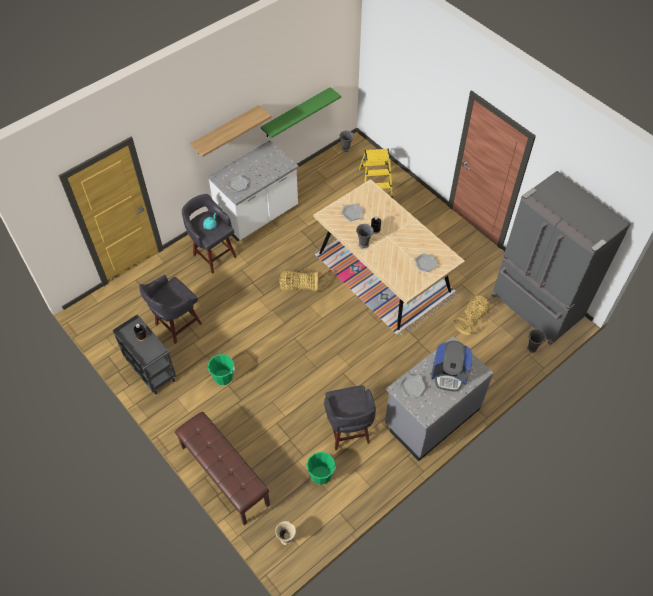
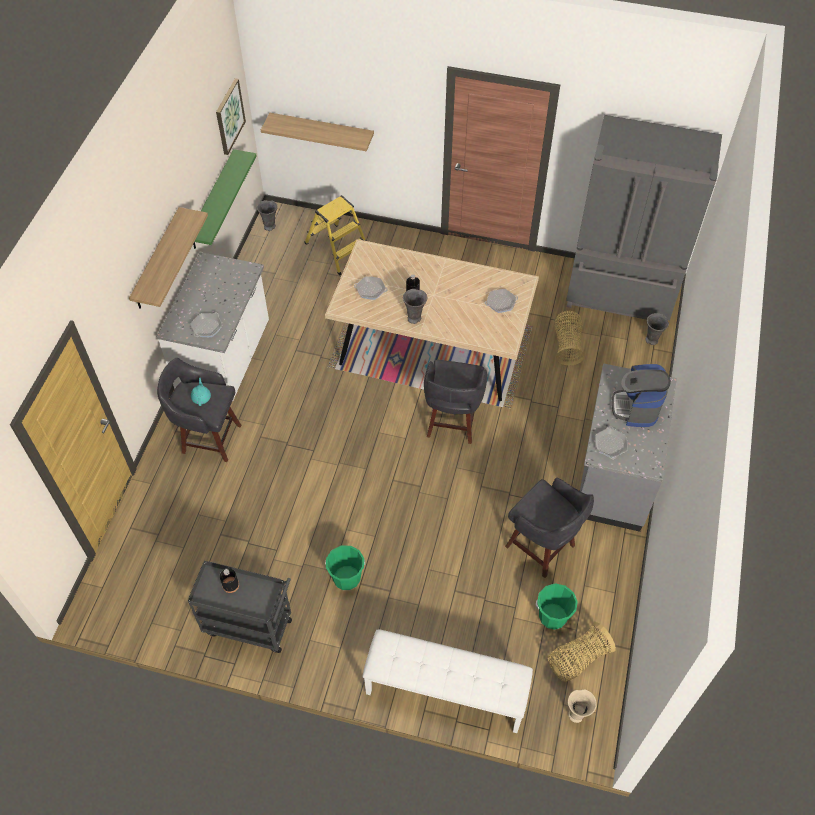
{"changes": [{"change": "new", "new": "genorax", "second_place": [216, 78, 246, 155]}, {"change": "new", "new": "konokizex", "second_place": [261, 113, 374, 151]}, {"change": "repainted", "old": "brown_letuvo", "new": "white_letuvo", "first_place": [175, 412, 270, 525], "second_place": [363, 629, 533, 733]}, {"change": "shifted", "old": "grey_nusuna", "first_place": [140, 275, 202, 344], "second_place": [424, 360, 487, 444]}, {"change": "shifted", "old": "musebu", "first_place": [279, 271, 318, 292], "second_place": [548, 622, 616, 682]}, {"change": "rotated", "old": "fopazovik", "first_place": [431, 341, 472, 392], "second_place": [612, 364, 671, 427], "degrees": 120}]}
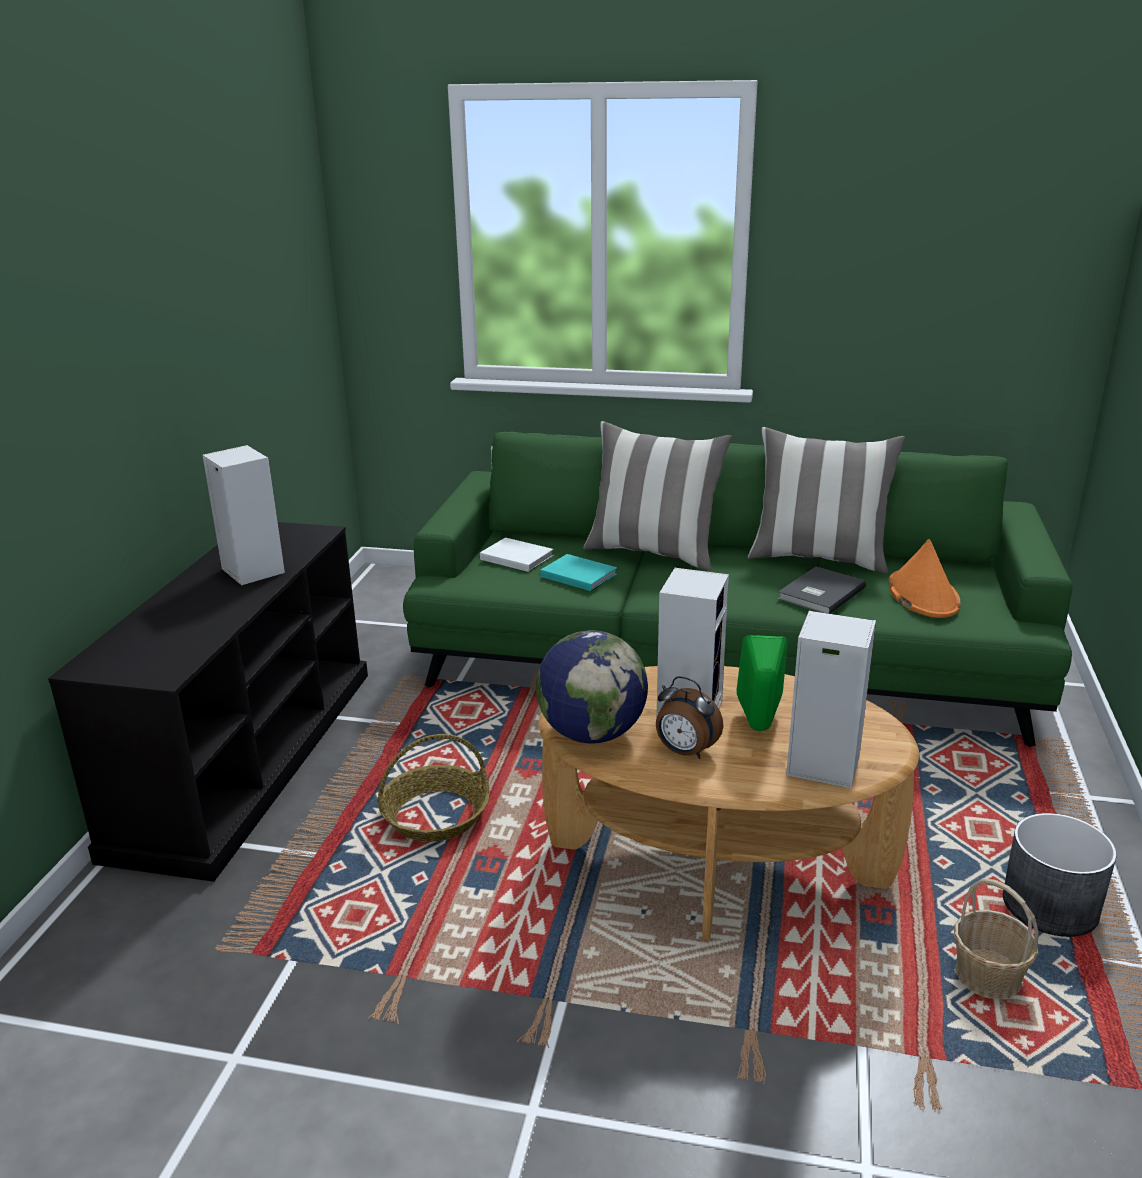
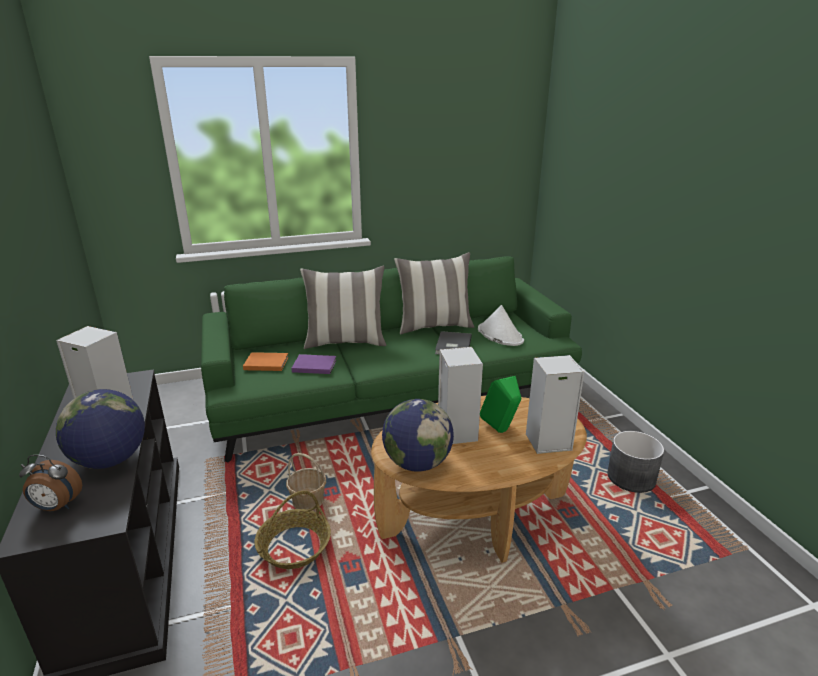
{"changes": [{"change": "shifted", "old": "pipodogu", "first_place": [656, 676, 723, 759], "second_place": [19, 455, 82, 511]}, {"change": "new", "new": "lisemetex", "second_place": [56, 389, 145, 469]}, {"change": "repainted", "old": "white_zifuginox", "new": "orange_zifuginox", "first_place": [480, 538, 554, 572], "second_place": [243, 352, 289, 371]}, {"change": "shifted", "old": "musebu", "first_place": [954, 879, 1039, 1000], "second_place": [286, 453, 326, 509]}, {"change": "repainted", "old": "turquoise_zifuginox", "new": "purple_zifuginox", "first_place": [540, 554, 617, 591], "second_place": [291, 354, 336, 374]}, {"change": "repainted", "old": "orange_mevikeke", "new": "white_mevikeke", "first_place": [889, 539, 960, 618], "second_place": [478, 305, 524, 346]}]}
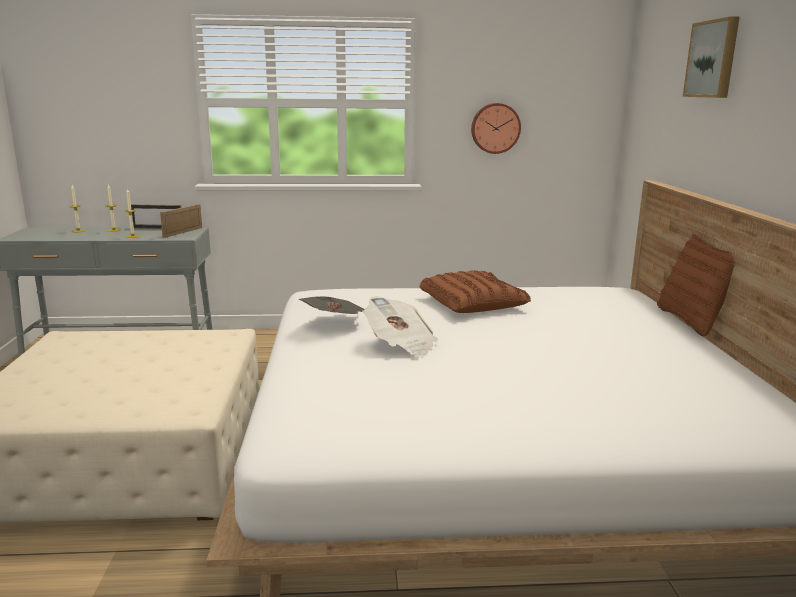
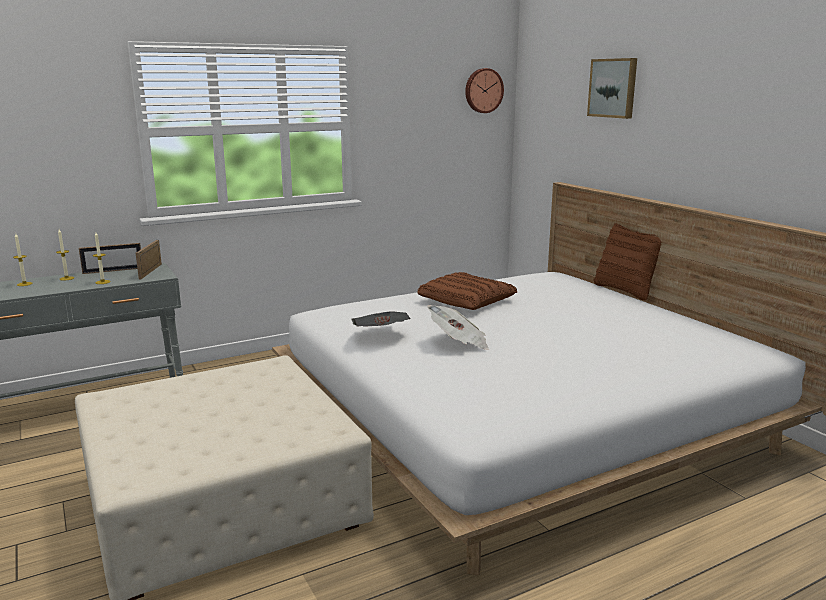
{"changes": [{"change": "shifted", "old": "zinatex", "first_place": [471, 103, 521, 154], "second_place": [465, 68, 504, 113]}]}
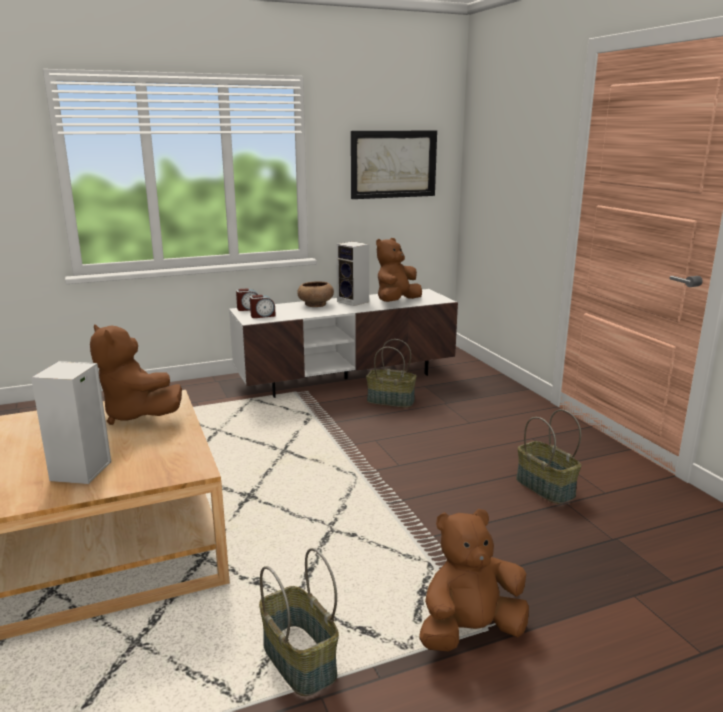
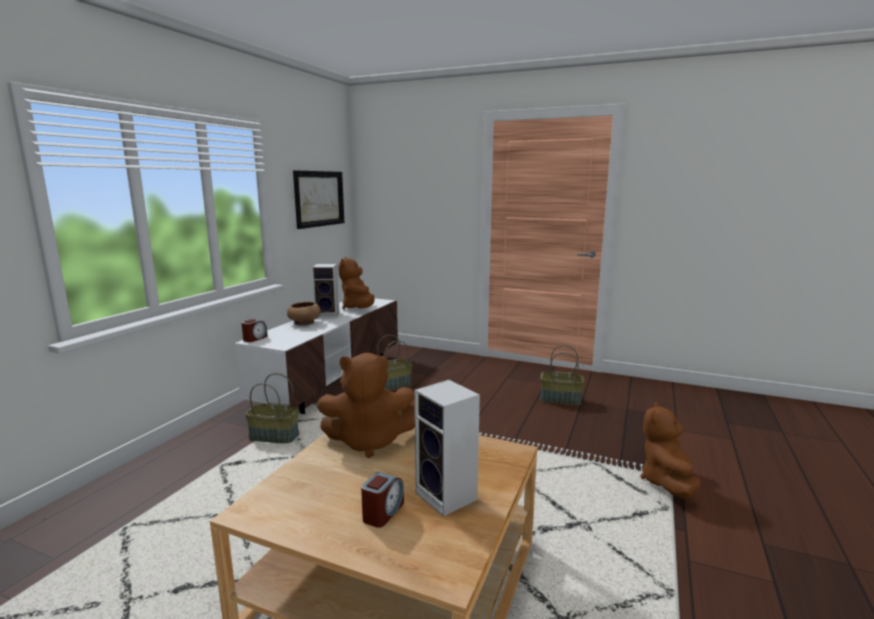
{"changes": [{"change": "shifted", "old": "musebu", "first_place": [259, 548, 339, 696], "second_place": [245, 373, 299, 444]}, {"change": "shifted", "old": "pipodogu", "first_place": [250, 295, 276, 318], "second_place": [361, 472, 404, 528]}]}
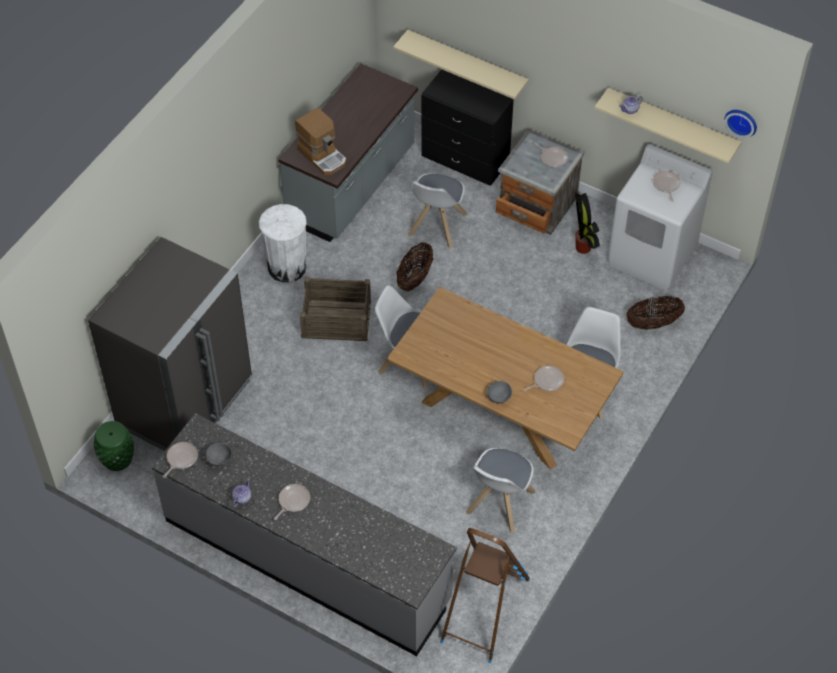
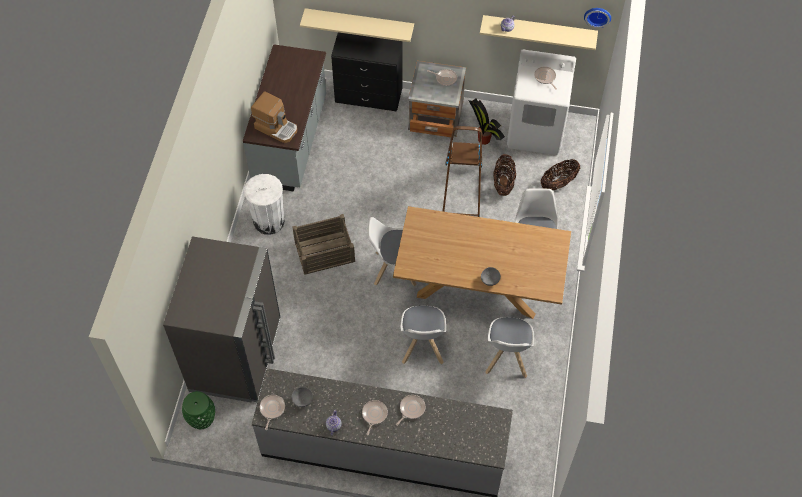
{"changes": [{"change": "shifted", "old": "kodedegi", "first_place": [524, 366, 564, 391], "second_place": [396, 395, 425, 426]}, {"change": "shifted", "old": "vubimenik", "first_place": [408, 173, 468, 248], "second_place": [400, 306, 446, 364]}, {"change": "shifted", "old": "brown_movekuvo", "first_place": [440, 528, 530, 663], "second_place": [443, 126, 482, 217]}, {"change": "shifted", "old": "musebu", "first_place": [397, 242, 433, 291], "second_place": [493, 154, 516, 196]}]}
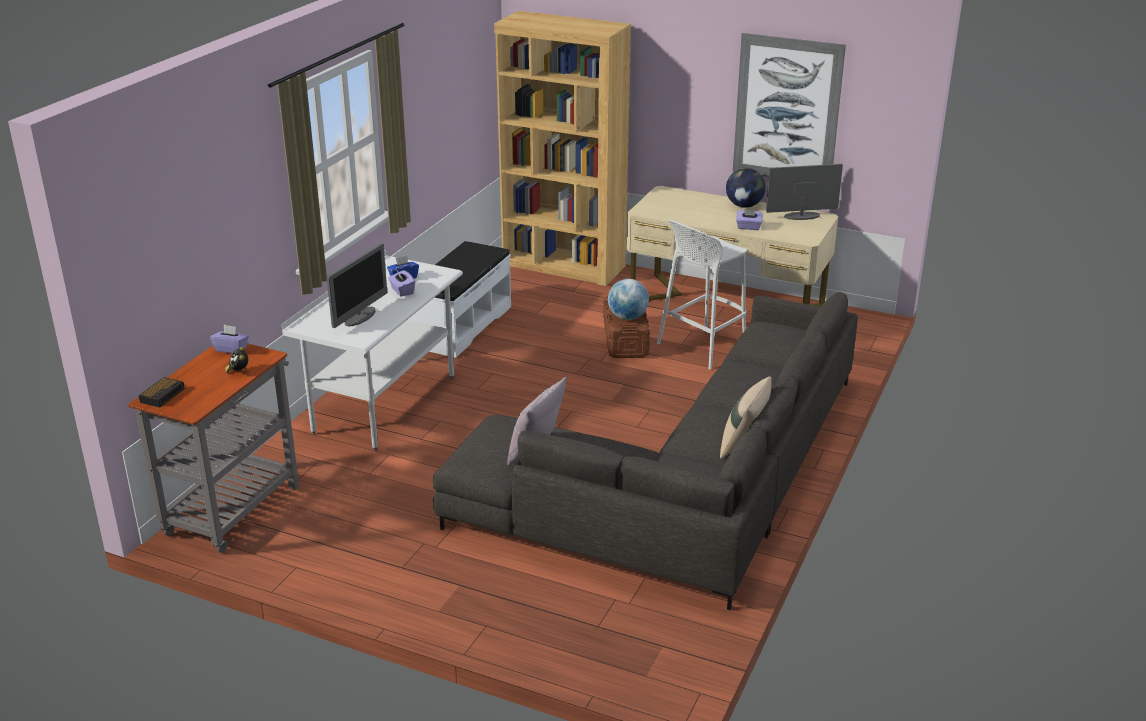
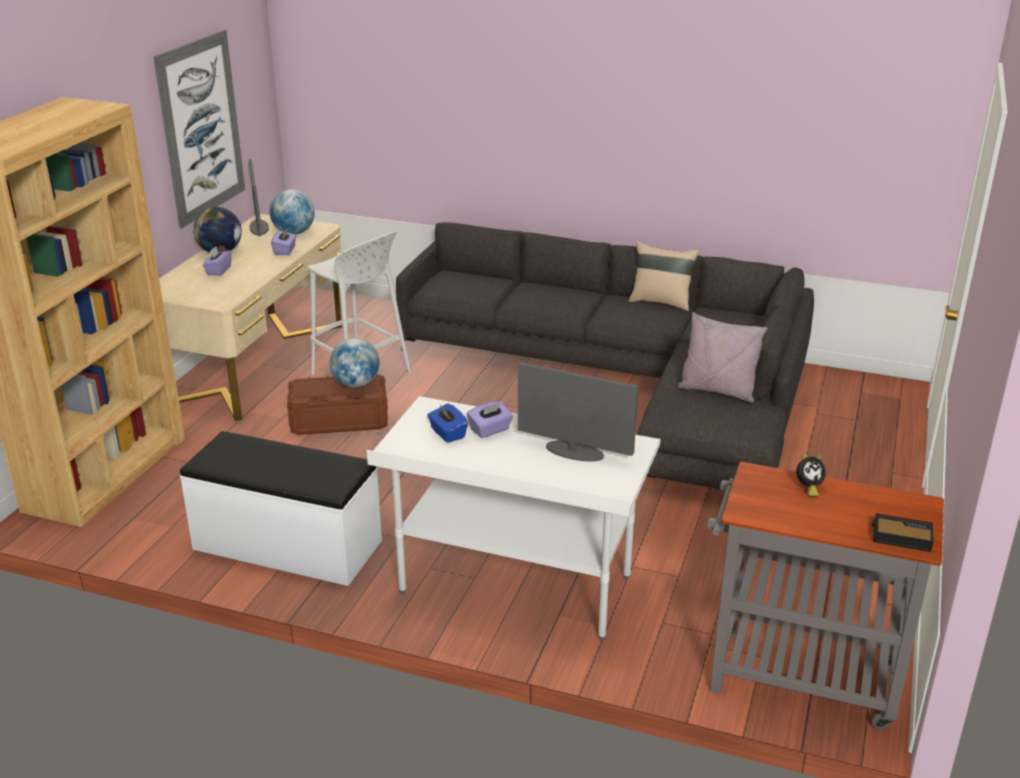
{"changes": [{"change": "shifted", "old": "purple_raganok", "first_place": [210, 325, 249, 354], "second_place": [203, 246, 232, 276]}, {"change": "new", "new": "lisemetex", "second_place": [270, 189, 315, 234]}]}
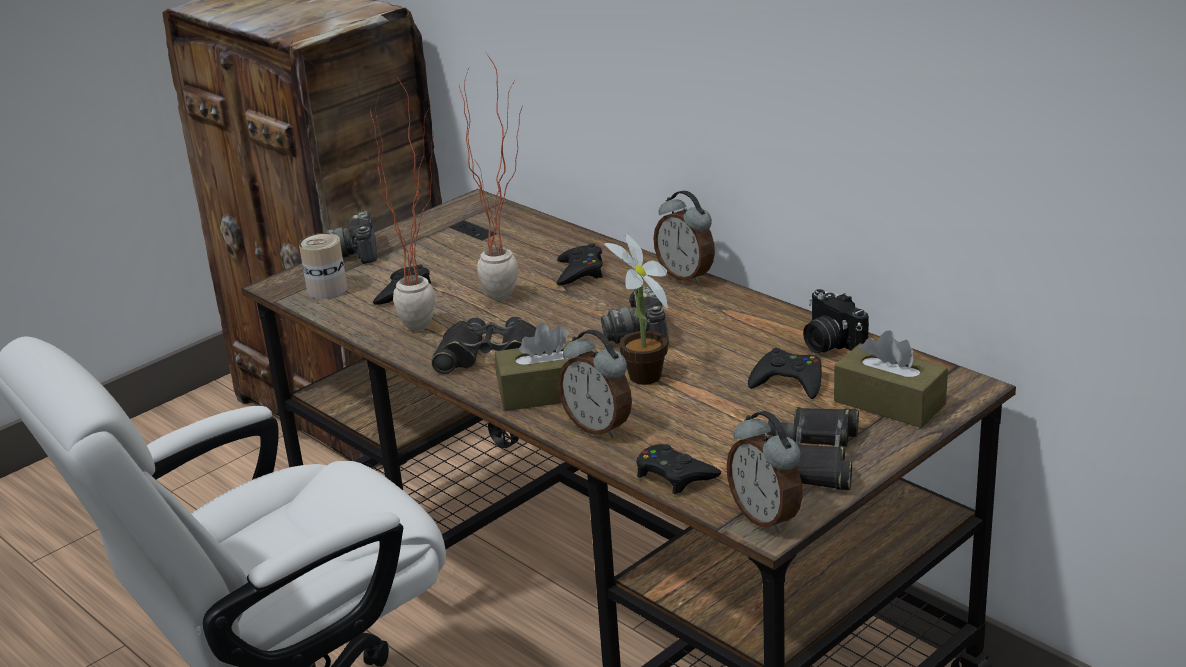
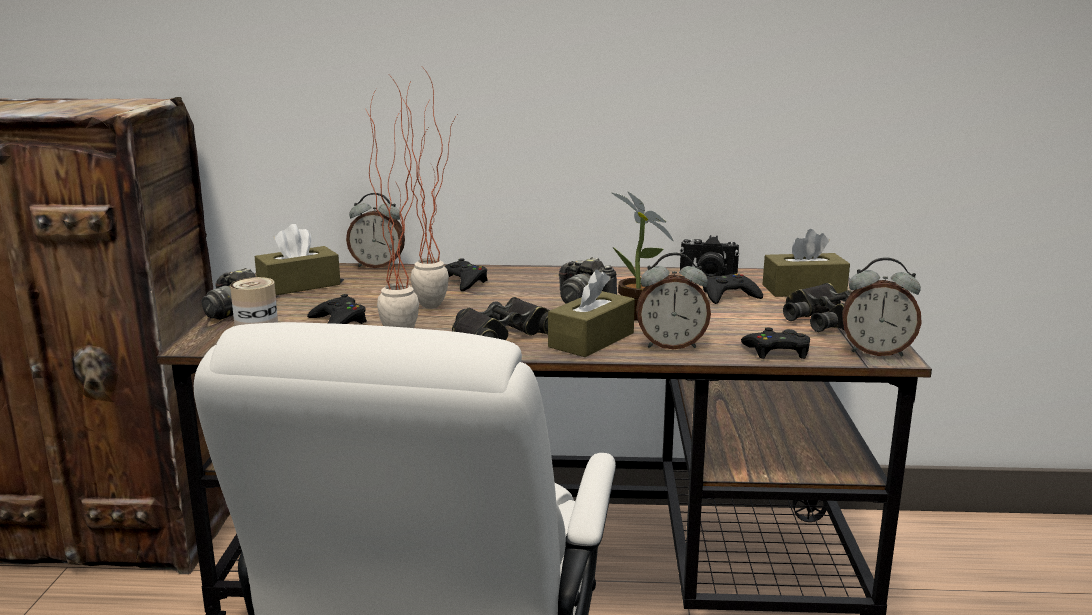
{"changes": [{"change": "new", "new": "brown_raganok", "second_place": [255, 224, 341, 295]}, {"change": "shifted", "old": "pipodogu", "first_place": [653, 191, 715, 284], "second_place": [346, 193, 405, 268]}]}
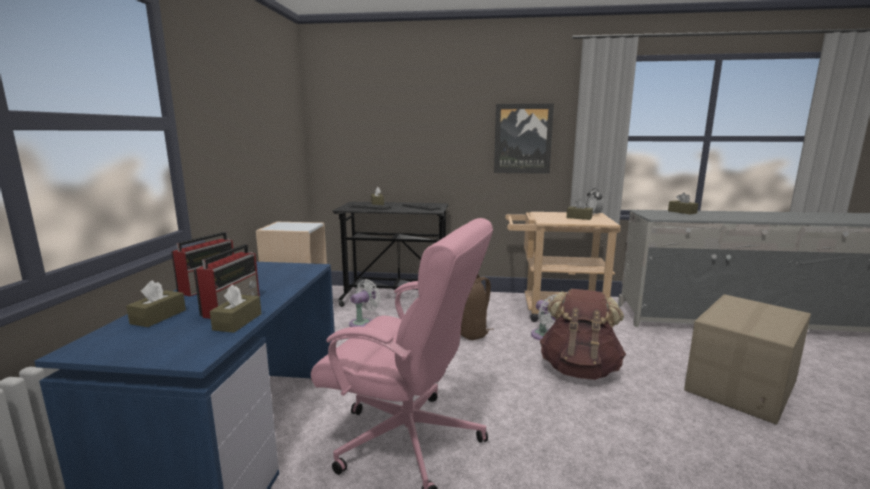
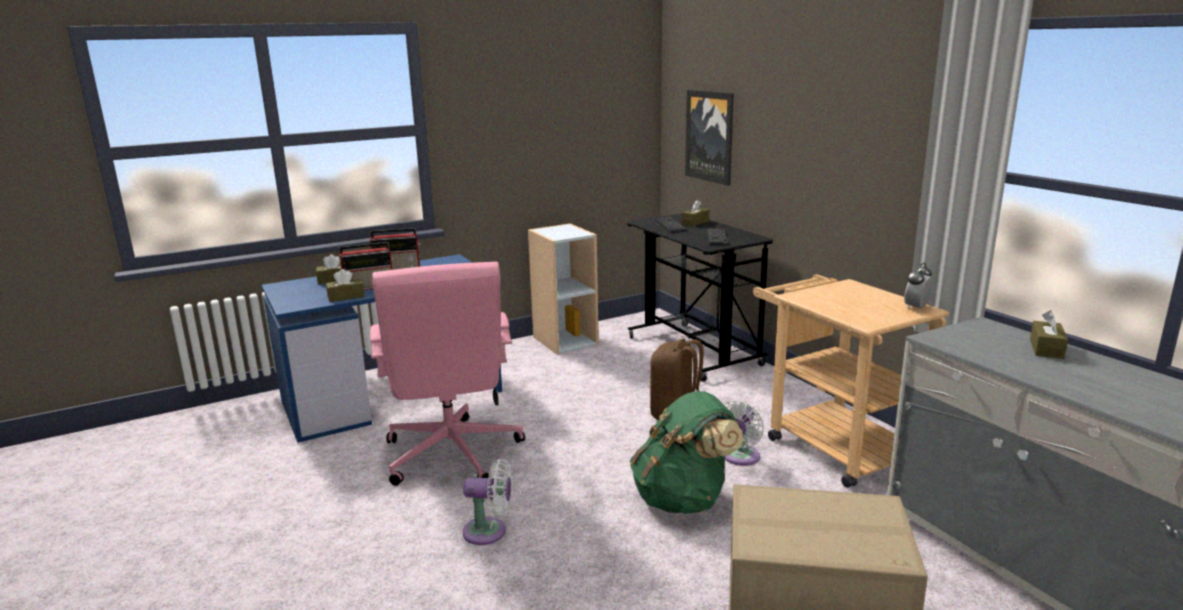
{"changes": [{"change": "shifted", "old": "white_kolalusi", "first_place": [349, 279, 381, 327], "second_place": [463, 459, 512, 545]}, {"change": "repainted", "old": "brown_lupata", "new": "green_lupata", "first_place": [540, 289, 626, 380], "second_place": [630, 391, 744, 514]}, {"change": "shifted", "old": "genorax", "first_place": [494, 104, 554, 174], "second_place": [685, 90, 734, 186]}, {"change": "gone", "old": "brown_raganok", "first_place": [567, 199, 593, 220]}]}
